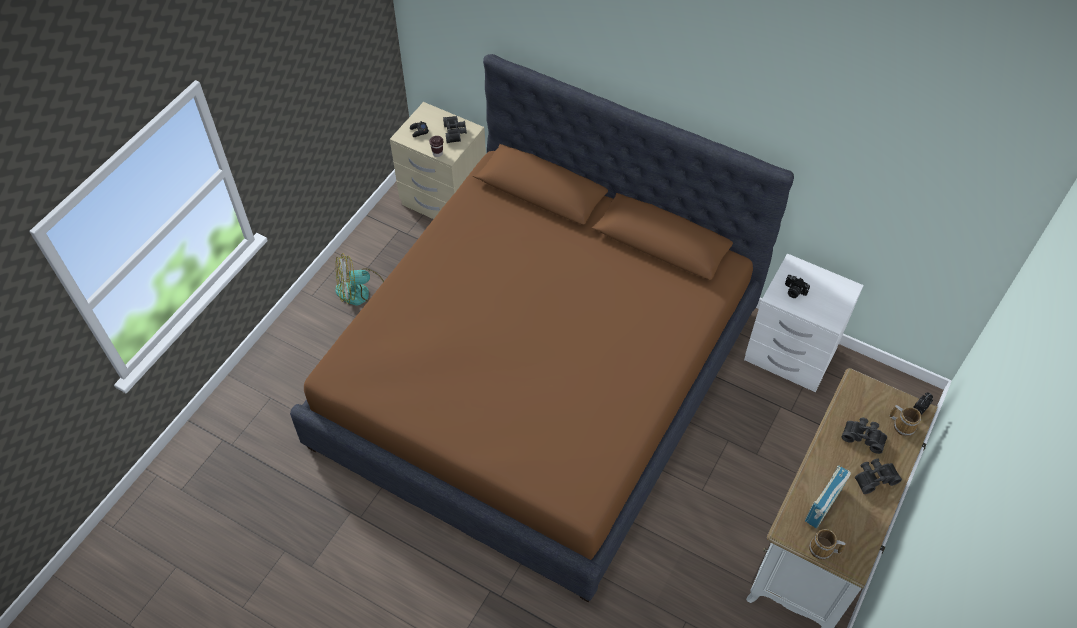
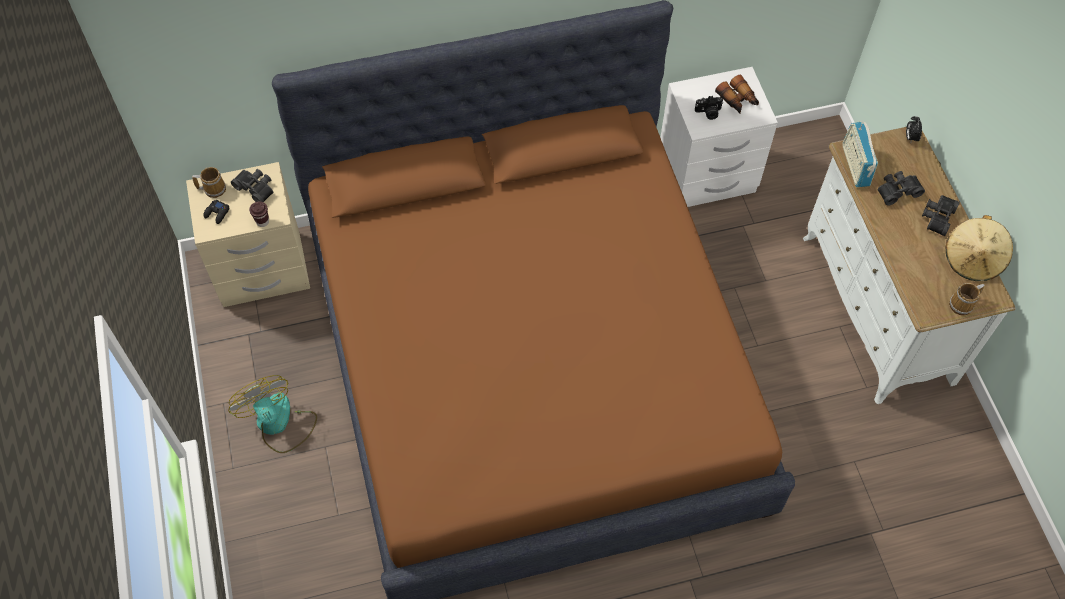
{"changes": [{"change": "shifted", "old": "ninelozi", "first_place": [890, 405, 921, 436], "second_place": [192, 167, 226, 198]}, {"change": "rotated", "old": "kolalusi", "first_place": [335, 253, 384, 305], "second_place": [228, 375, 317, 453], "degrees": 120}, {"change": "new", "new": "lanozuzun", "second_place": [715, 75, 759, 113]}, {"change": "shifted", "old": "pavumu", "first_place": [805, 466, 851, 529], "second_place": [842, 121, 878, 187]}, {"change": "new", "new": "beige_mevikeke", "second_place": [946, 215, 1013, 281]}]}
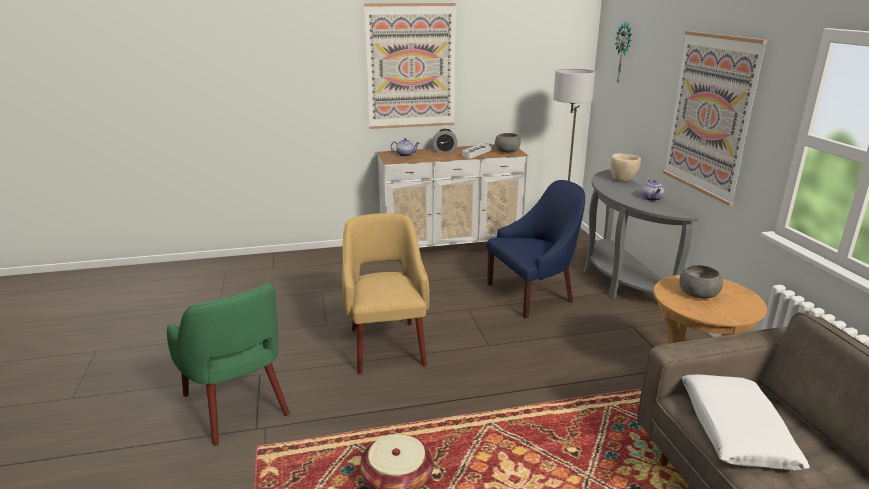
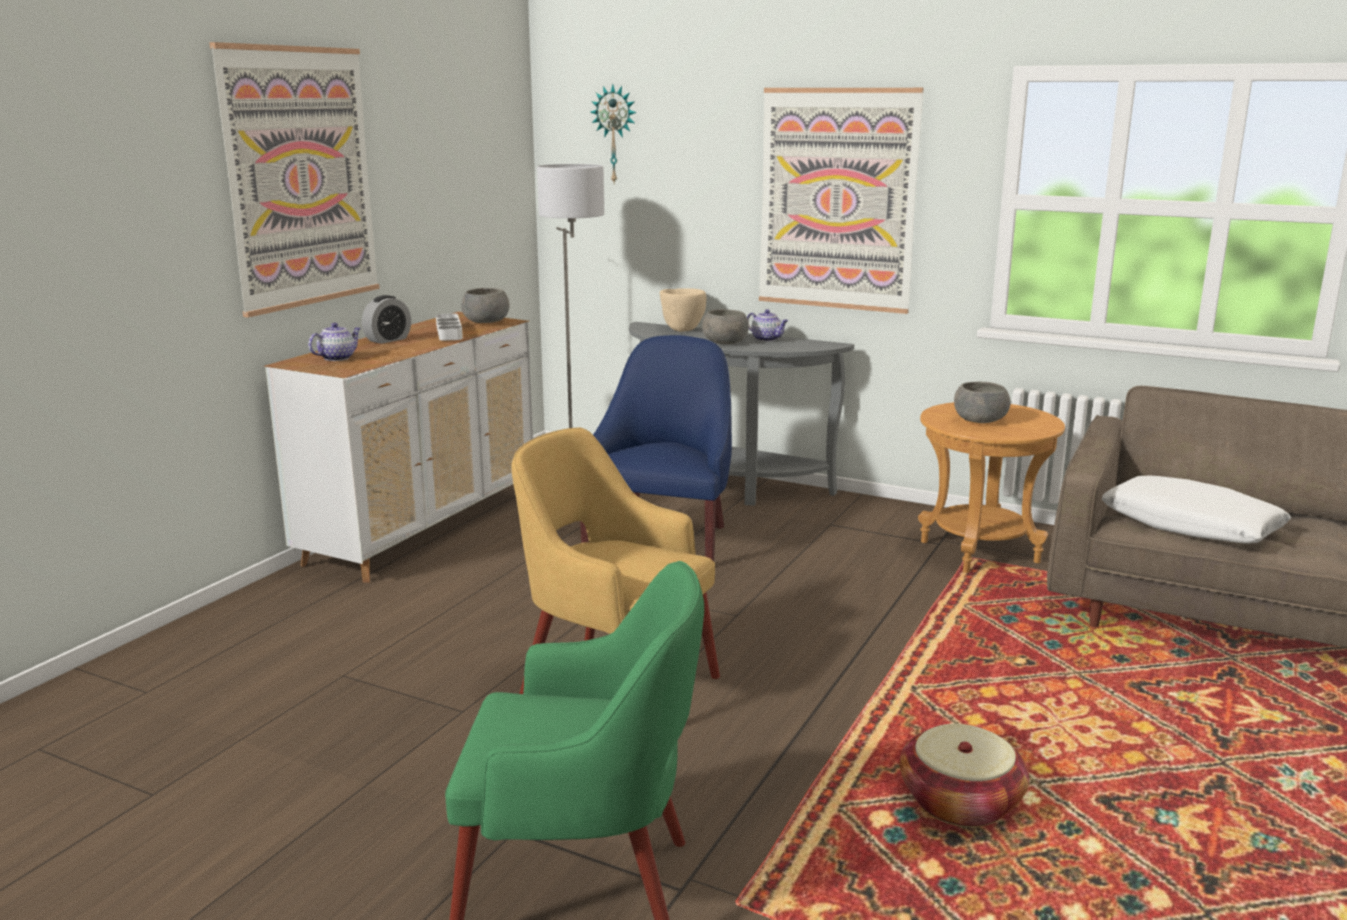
{"changes": [{"change": "new", "new": "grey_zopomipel", "second_place": [702, 309, 749, 344]}]}
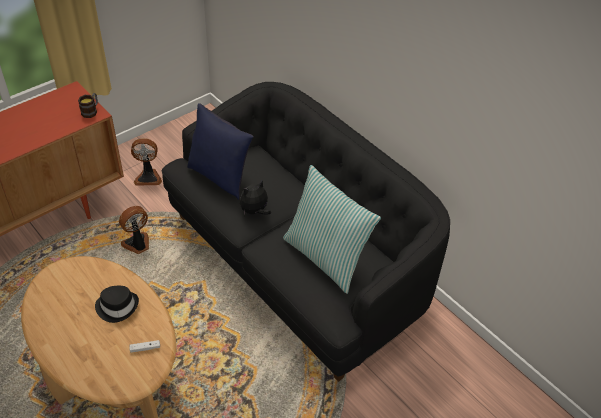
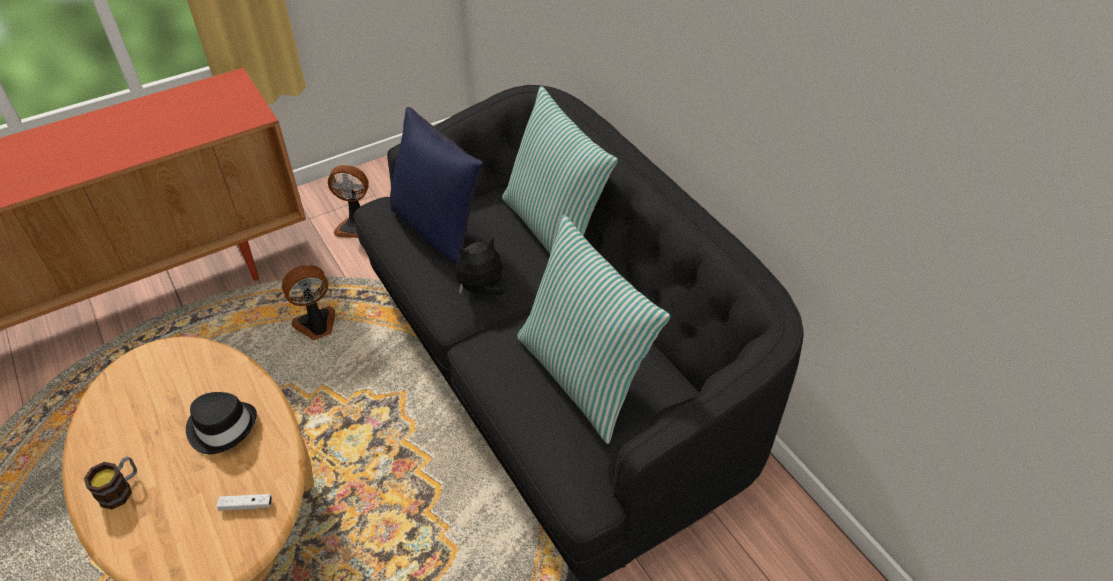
{"changes": [{"change": "shifted", "old": "ninelozi", "first_place": [78, 93, 98, 118], "second_place": [84, 457, 137, 509]}, {"change": "new", "new": "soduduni", "second_place": [502, 86, 618, 254]}]}
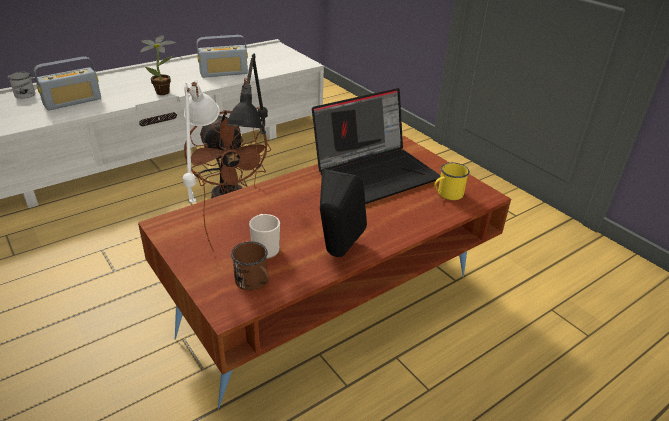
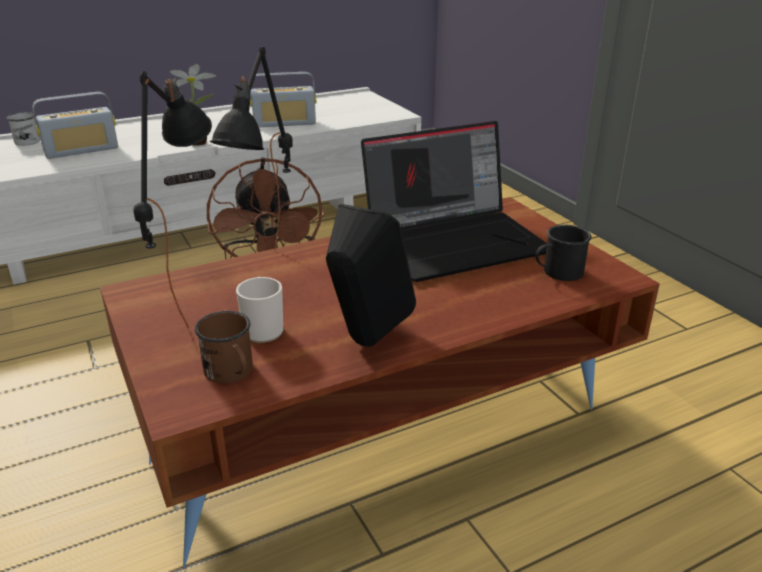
{"changes": [{"change": "repainted", "old": "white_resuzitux", "new": "black_resuzitux", "first_place": [183, 80, 220, 251], "second_place": [133, 71, 212, 328]}, {"change": "repainted", "old": "yellow_ninelozi", "new": "black_ninelozi", "first_place": [434, 163, 470, 200], "second_place": [535, 225, 592, 281]}]}
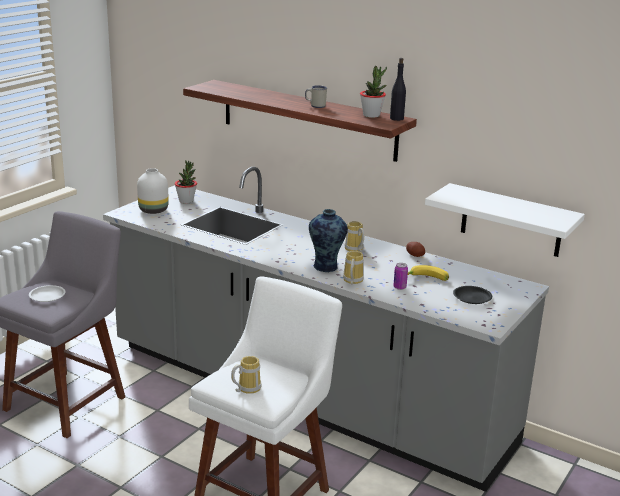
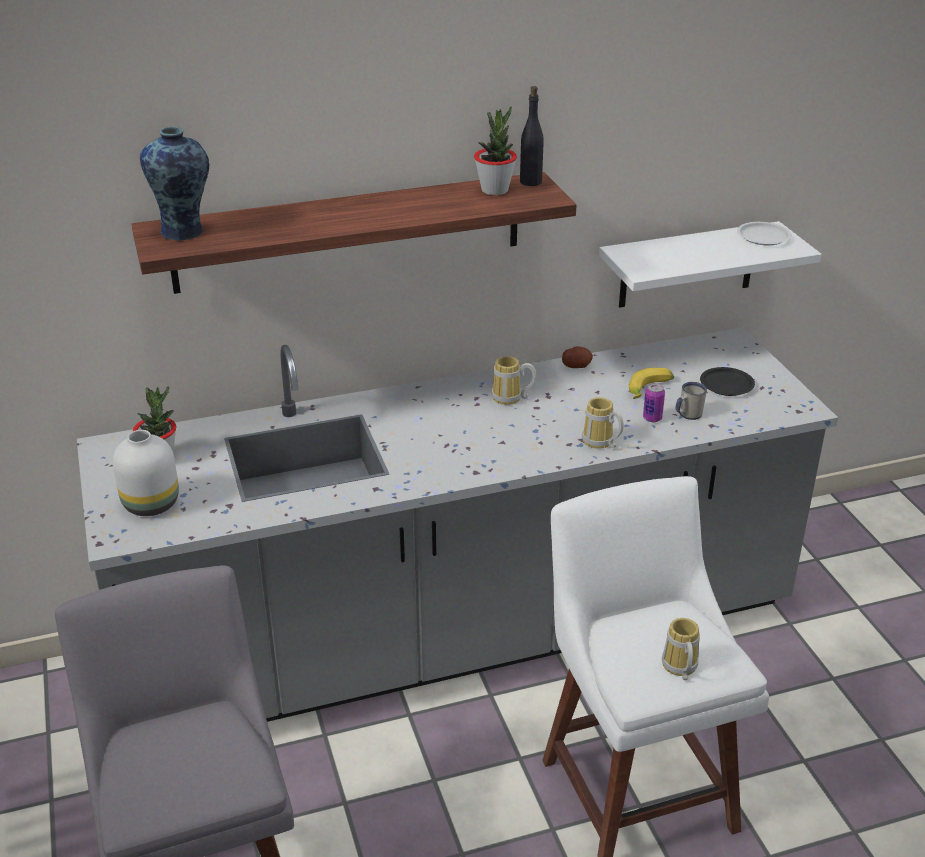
{"changes": [{"change": "shifted", "old": "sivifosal", "first_place": [309, 209, 348, 272], "second_place": [140, 127, 209, 241]}, {"change": "shifted", "old": "white_ninelozi", "first_place": [305, 85, 327, 108], "second_place": [676, 382, 707, 420]}, {"change": "shifted", "old": "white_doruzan", "first_place": [29, 285, 66, 302], "second_place": [737, 222, 791, 246]}]}
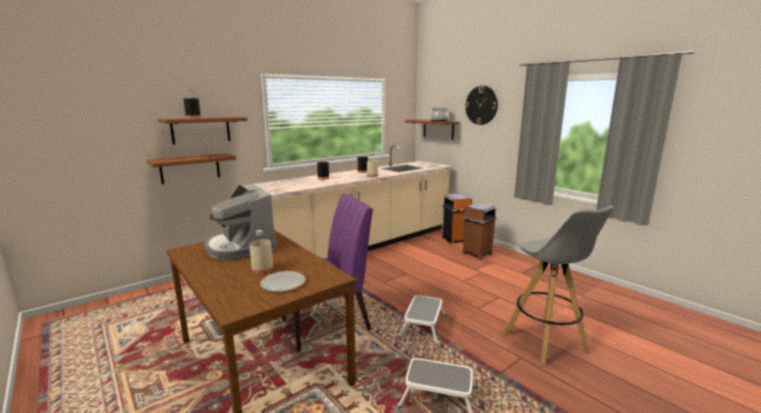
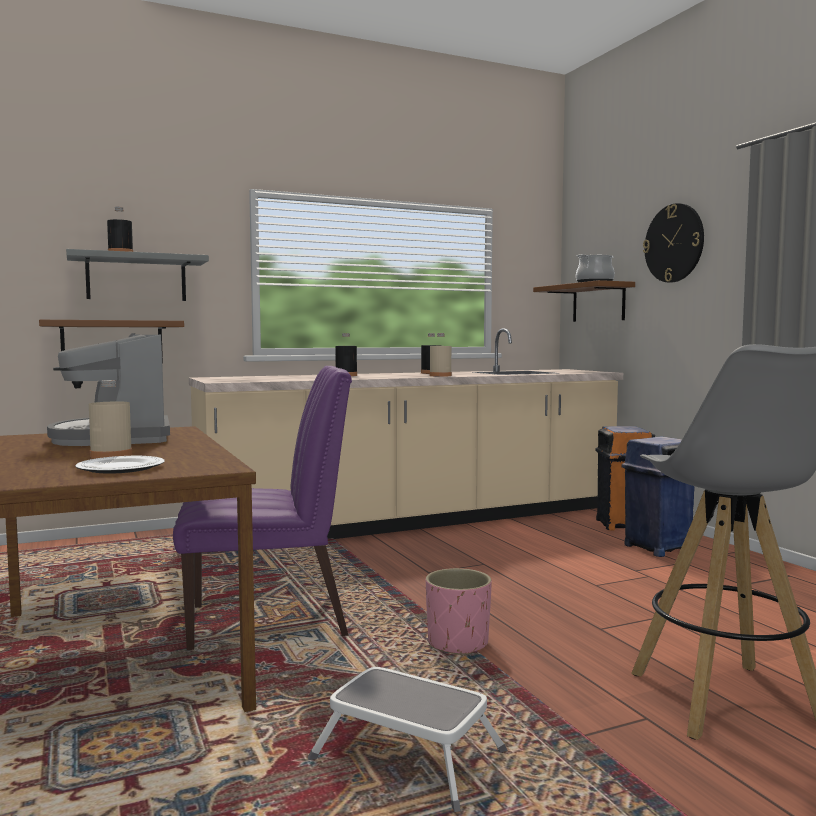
{"changes": [{"change": "repainted", "old": "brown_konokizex", "new": "grey_konokizex", "first_place": [158, 117, 247, 145], "second_place": [66, 249, 209, 301]}, {"change": "swapped", "old": "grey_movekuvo", "new": "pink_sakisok", "first_place": [397, 295, 447, 347], "second_place": [426, 568, 492, 655]}, {"change": "repainted", "old": "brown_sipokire", "new": "blue_sipokire", "first_place": [462, 202, 497, 260], "second_place": [621, 436, 695, 557]}]}
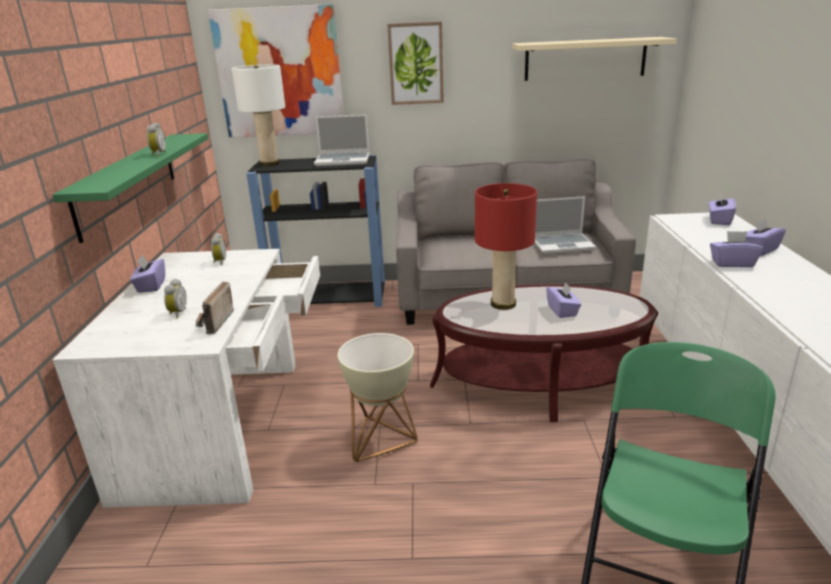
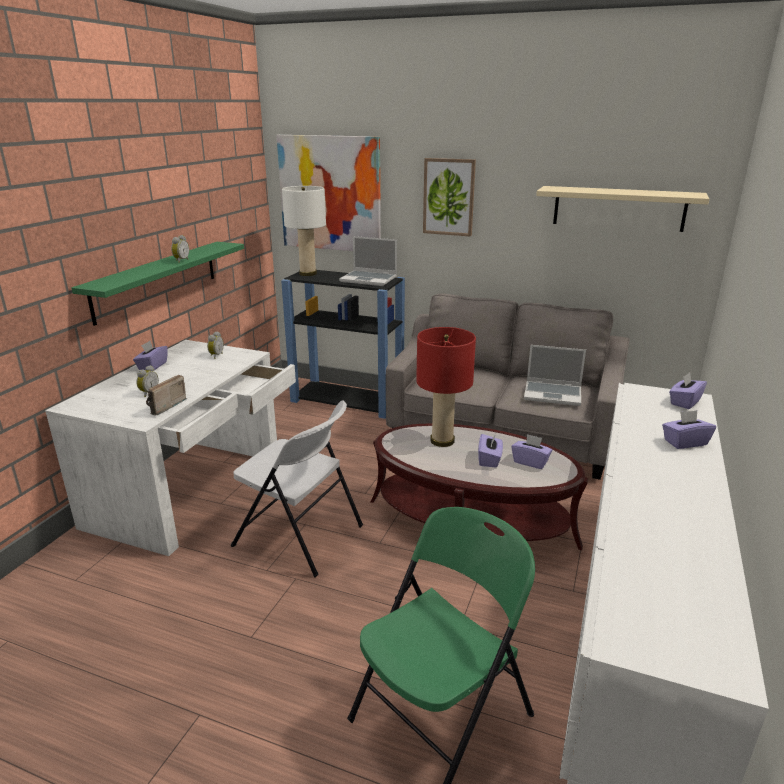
{"changes": [{"change": "swapped", "old": "sakisok", "new": "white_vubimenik", "first_place": [337, 333, 417, 462], "second_place": [231, 400, 363, 578]}, {"change": "shifted", "old": "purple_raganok", "first_place": [710, 231, 763, 267], "second_place": [511, 434, 553, 469]}]}
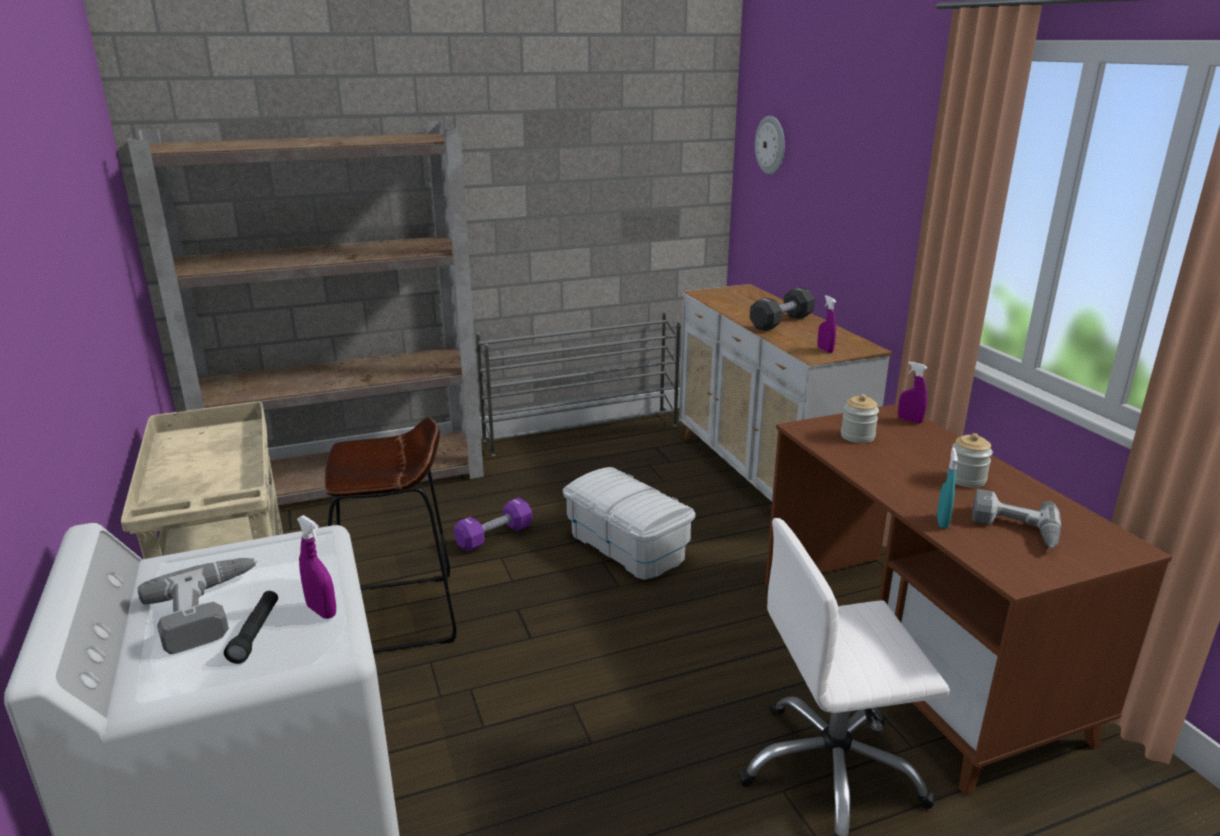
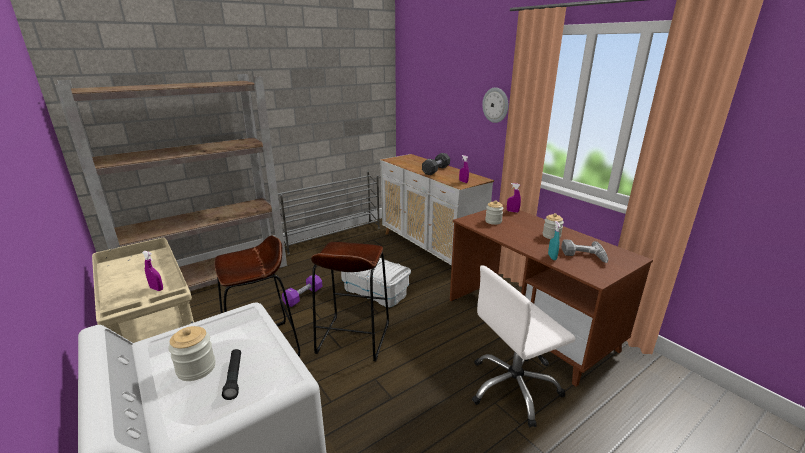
{"changes": [{"change": "shifted", "old": "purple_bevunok", "first_place": [297, 515, 336, 619], "second_place": [142, 251, 163, 291]}, {"change": "swapped", "old": "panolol", "new": "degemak", "first_place": [138, 558, 257, 654], "second_place": [168, 326, 215, 381]}, {"change": "new", "new": "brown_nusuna", "second_place": [311, 242, 389, 361]}, {"change": "shifted", "old": "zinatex", "first_place": [755, 116, 785, 174], "second_place": [482, 87, 508, 123]}]}
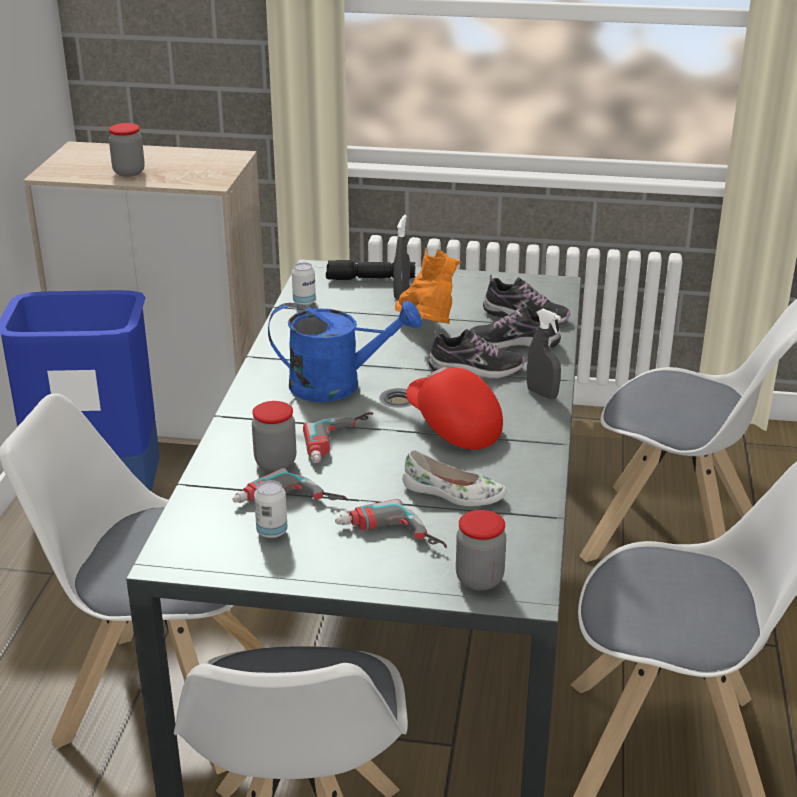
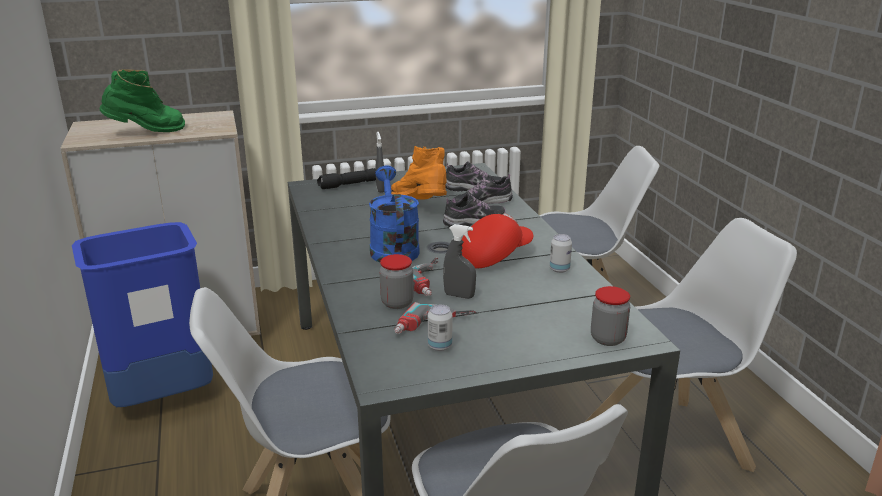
{"changes": [{"change": "swapped", "old": "degemak", "new": "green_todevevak", "first_place": [109, 123, 145, 177], "second_place": [100, 69, 185, 132]}, {"change": "rotated", "old": "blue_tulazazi", "first_place": [268, 300, 422, 402], "second_place": [369, 166, 420, 262], "degrees": -75}, {"change": "shifted", "old": "grey_bevunok", "first_place": [527, 309, 561, 399], "second_place": [443, 224, 476, 299]}, {"change": "rotated", "old": "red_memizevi", "first_place": [406, 367, 503, 450], "second_place": [462, 213, 533, 268], "degrees": 120}, {"change": "shifted", "old": "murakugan", "first_place": [292, 262, 316, 306], "second_place": [550, 234, 572, 273]}, {"change": "gone", "old": "panolol", "first_place": [335, 499, 447, 548]}, {"change": "gone", "old": "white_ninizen", "first_place": [402, 450, 507, 506]}]}
